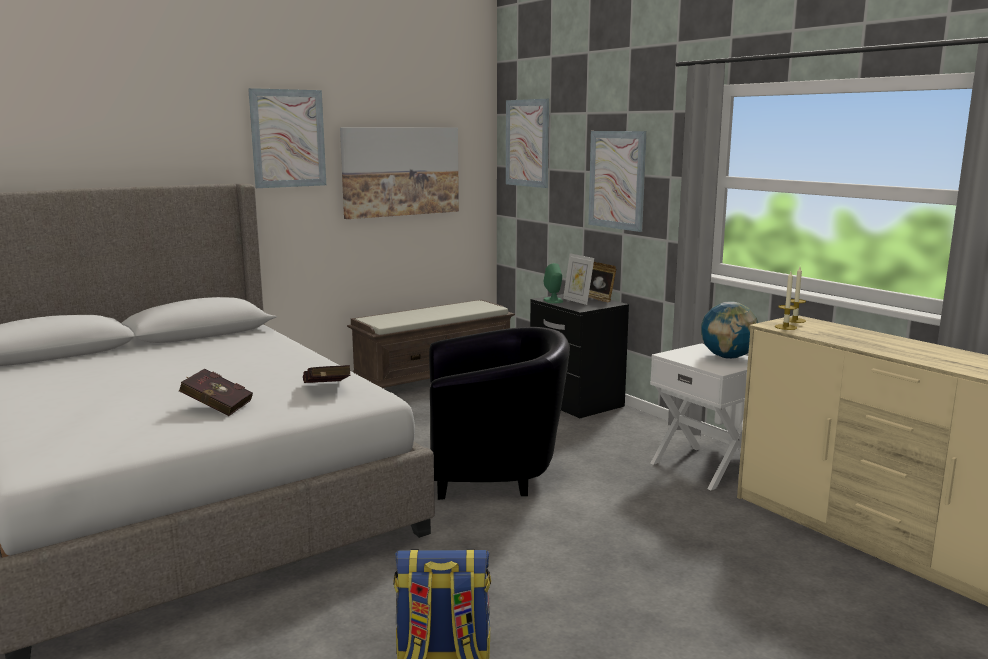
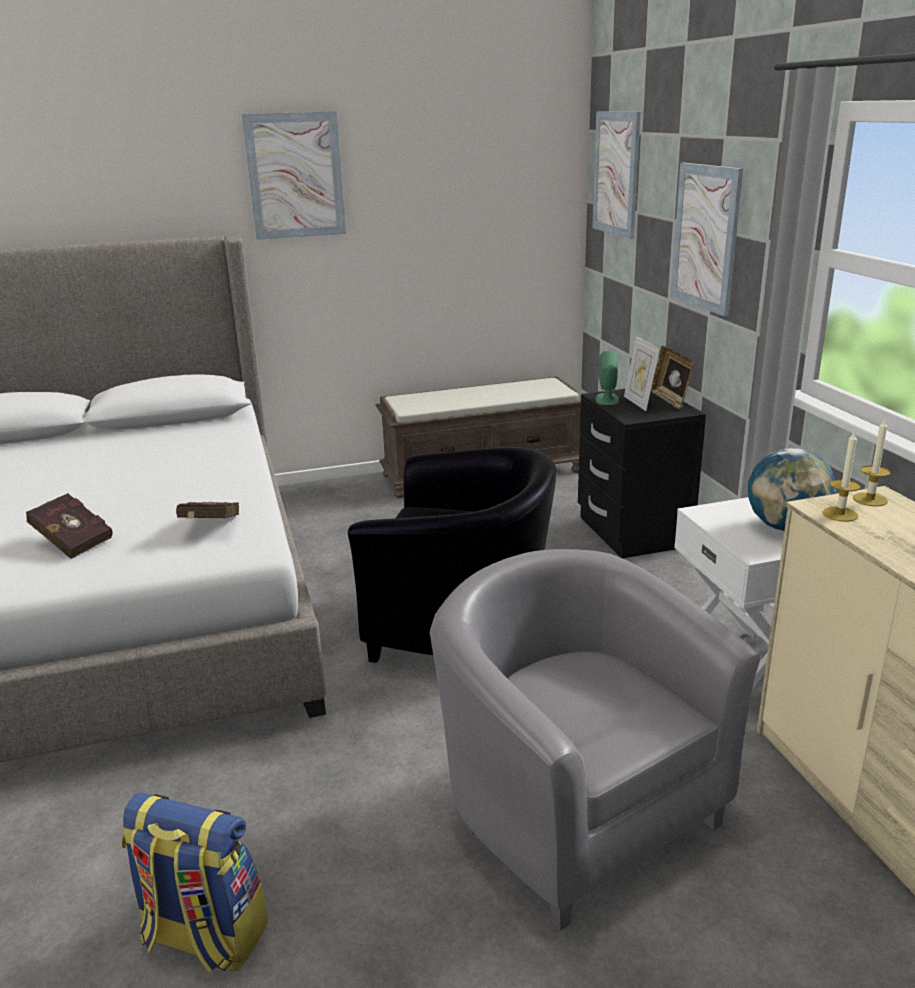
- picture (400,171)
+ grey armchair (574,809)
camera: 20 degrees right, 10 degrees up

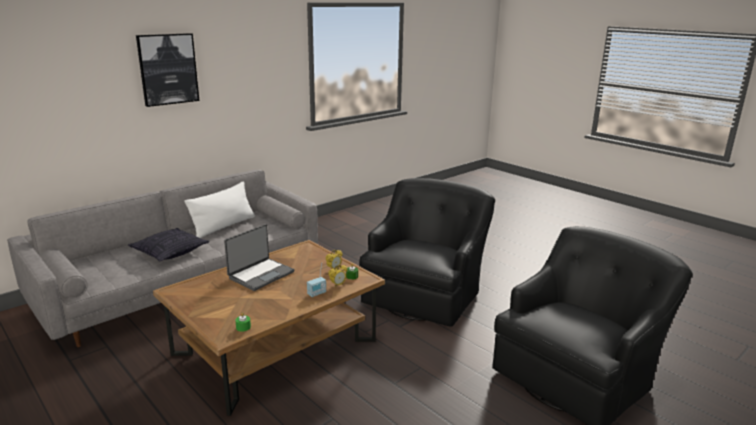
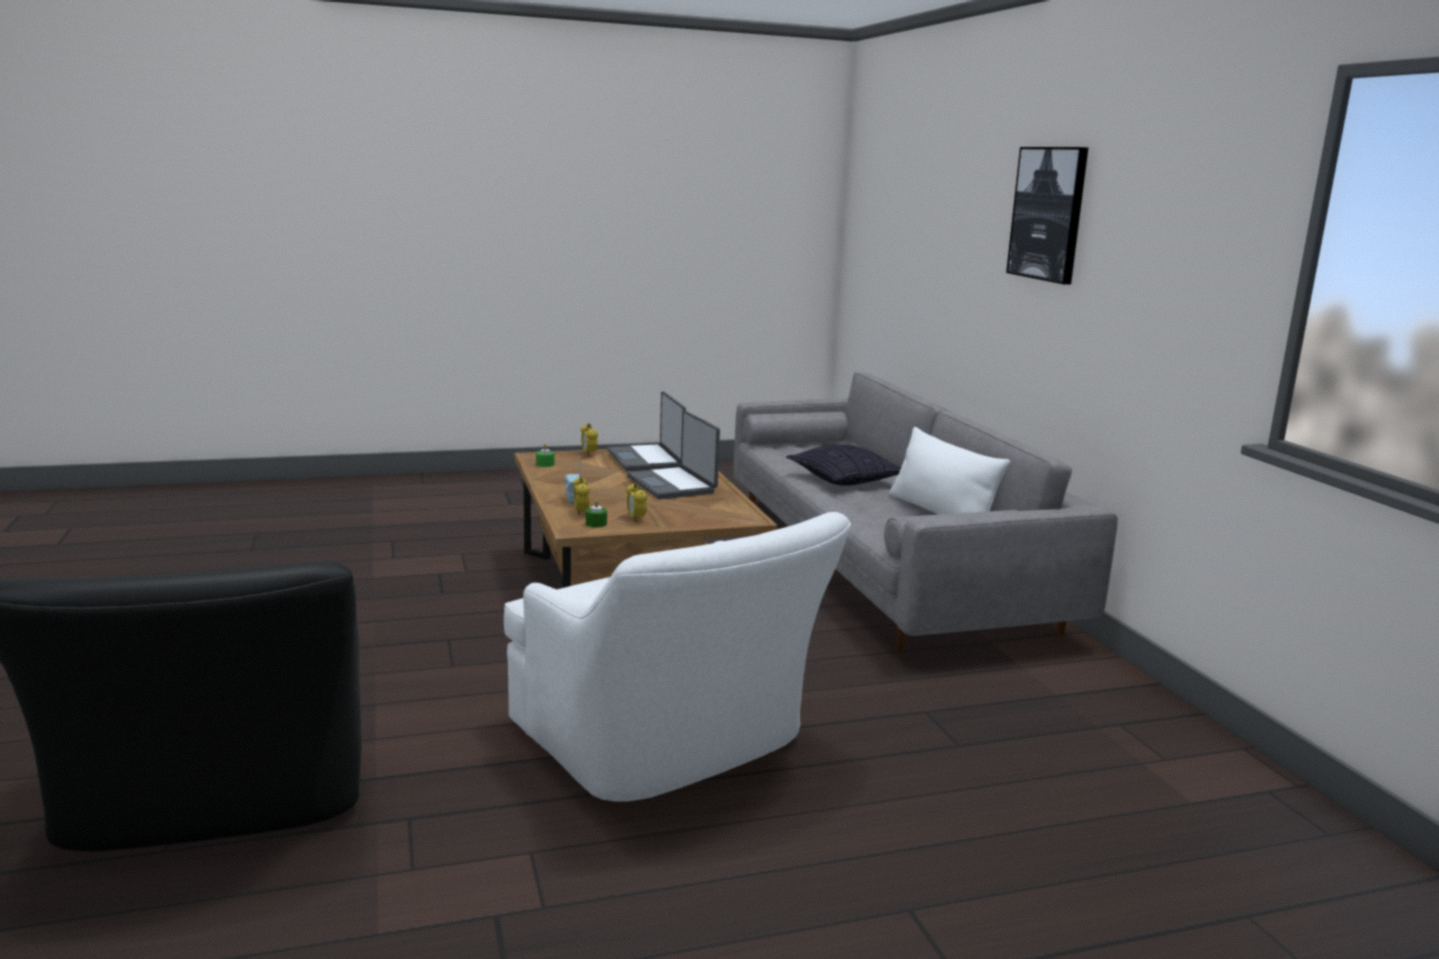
~ black armchair (425,294) to white armchair (670,744)
+ alarm clock (589,454)
+ laptop (646,459)
camera: 115 degrees right, 5 degrees down

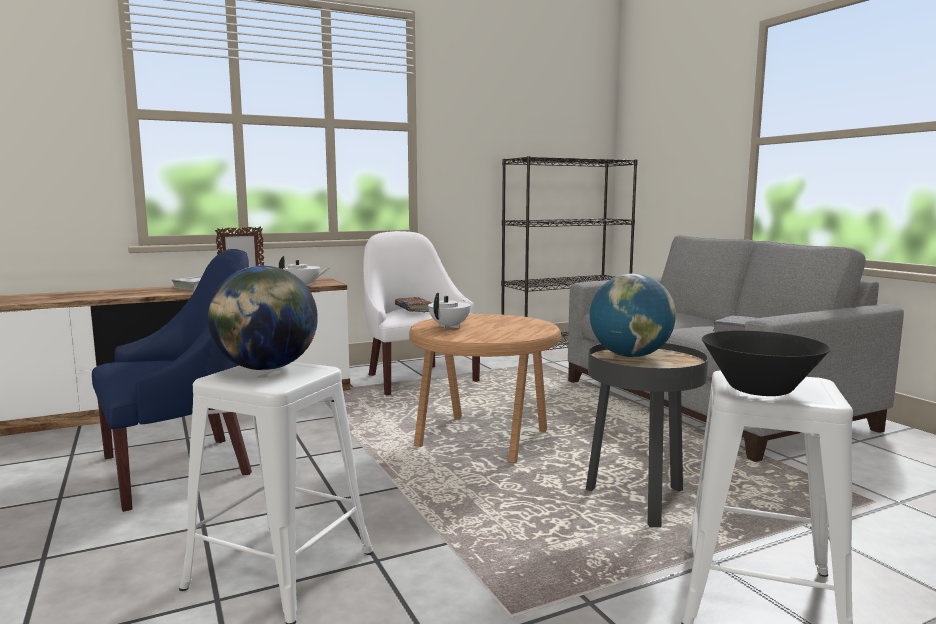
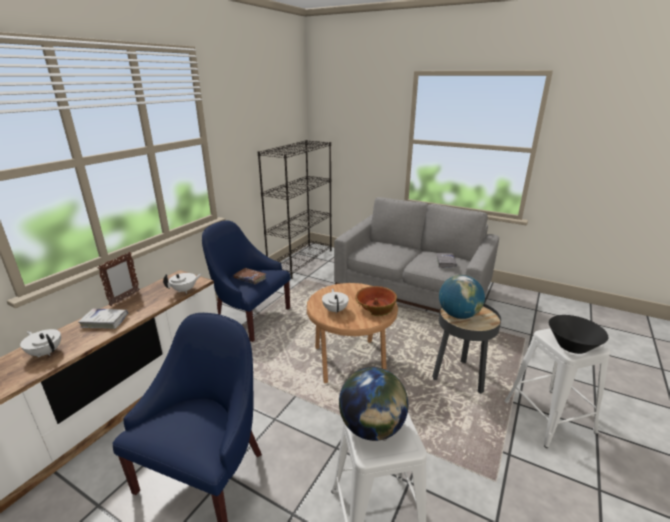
~ white armchair (416,378) to blue armchair (250,317)
+ white teapot (46,352)
+ bowl (375,306)
camera: 35 degrees left, 15 degrees up

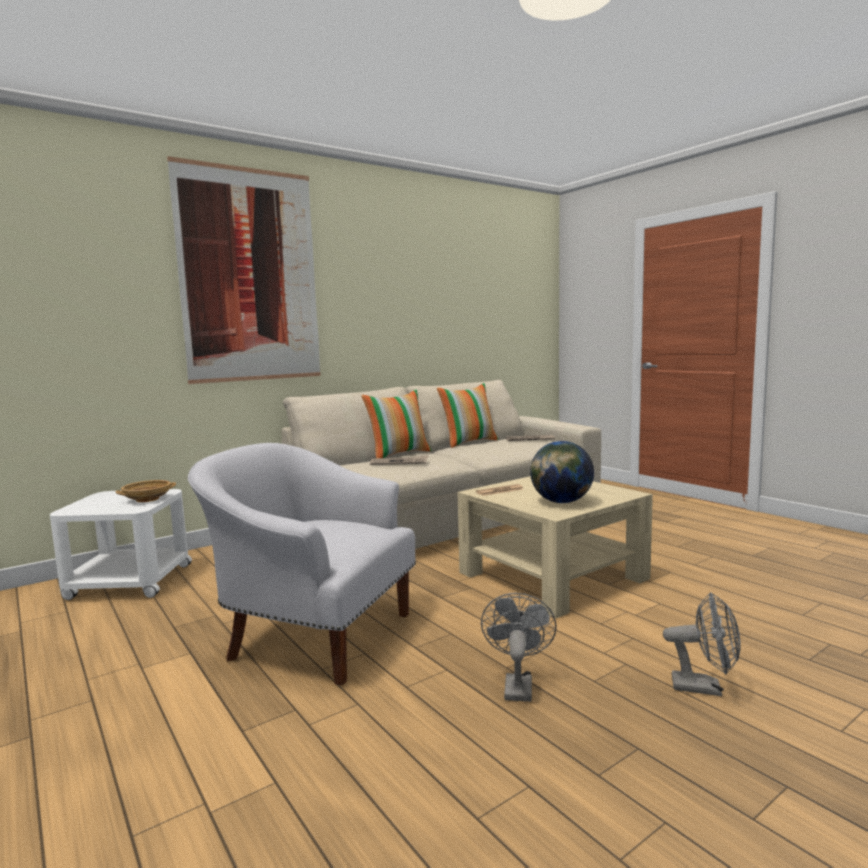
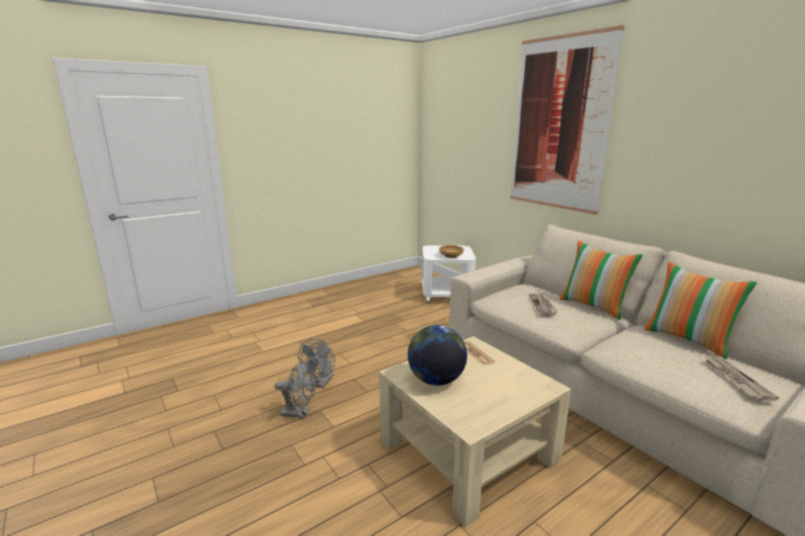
- white armchair (314,635)
~ grey fan (704,687) to (321,383)
camera: 90 degrees right, 10 degrees up

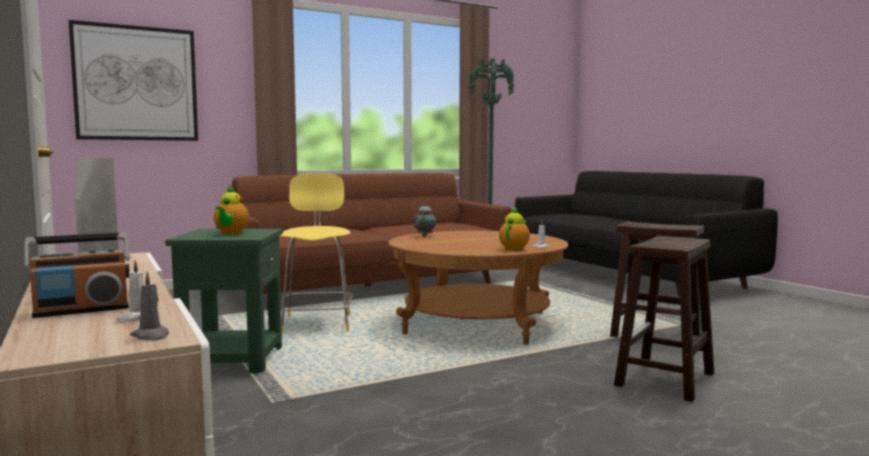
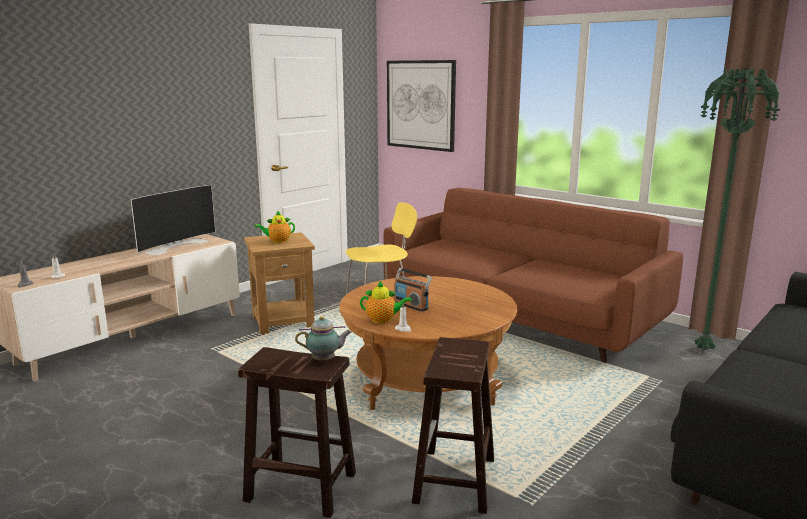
~ radio (82,310) to (411,305)
~ green side table (233,359) to brown side table (283,321)
~ teapot (425,235) to (325,360)
camera: 70 degrees right, 10 degrees up

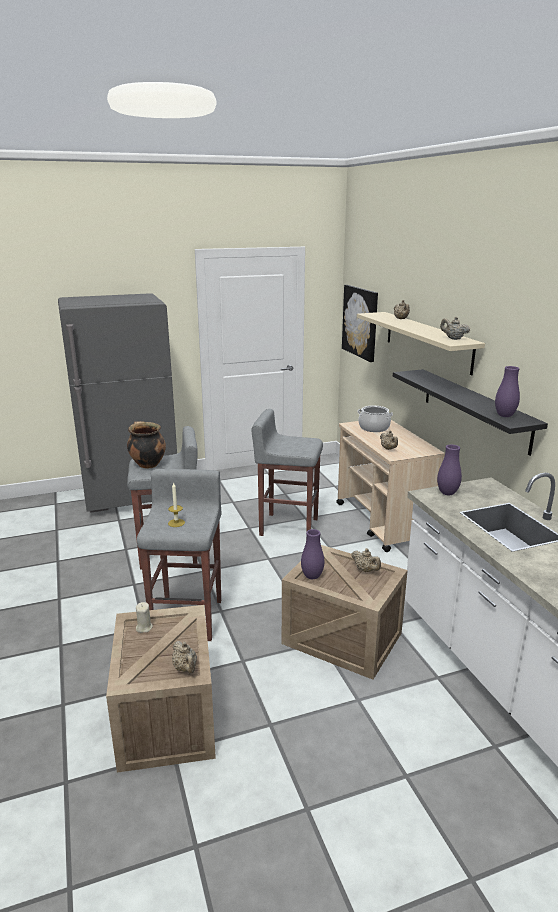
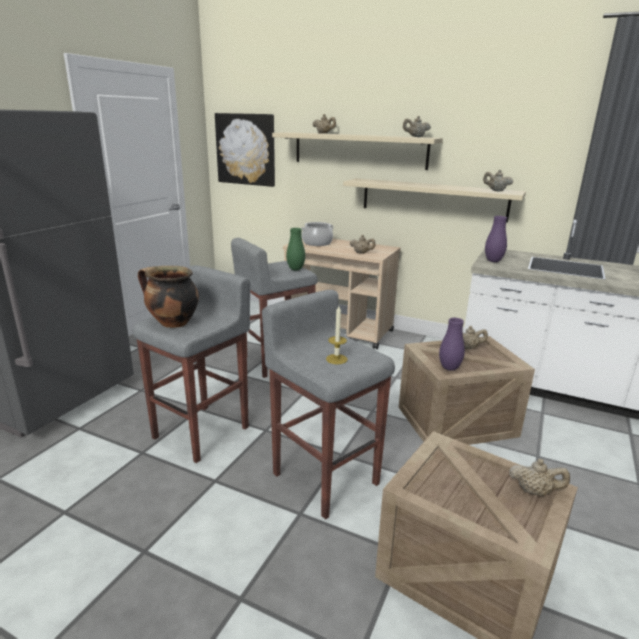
- beige candle (144,627)
~ black shelf (474,409) to beige shelf (433,199)
~ purple vase (504,416) to beige teapot (496,191)
+ green vase (295,269)
camera: 45 degrees left, 0 degrees up

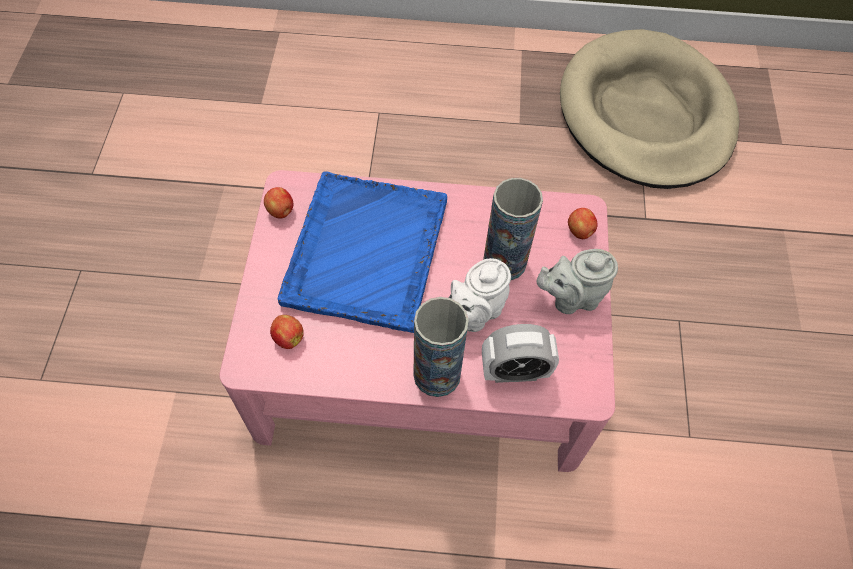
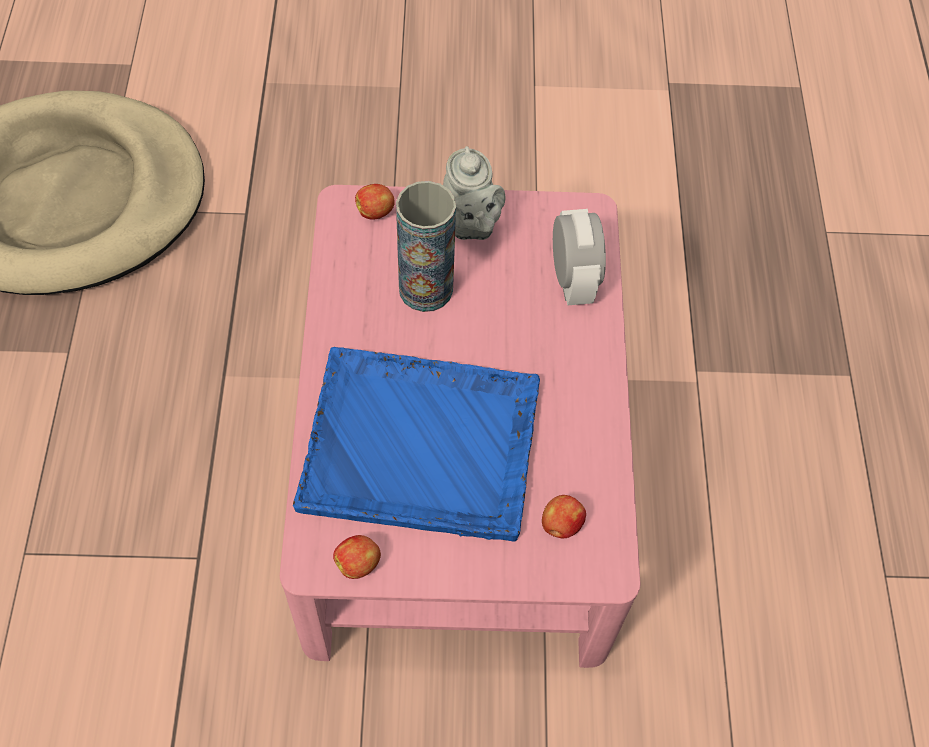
- vase (437,374)
- white teapot (474,313)
camera: 95 degrees left, 0 degrees up

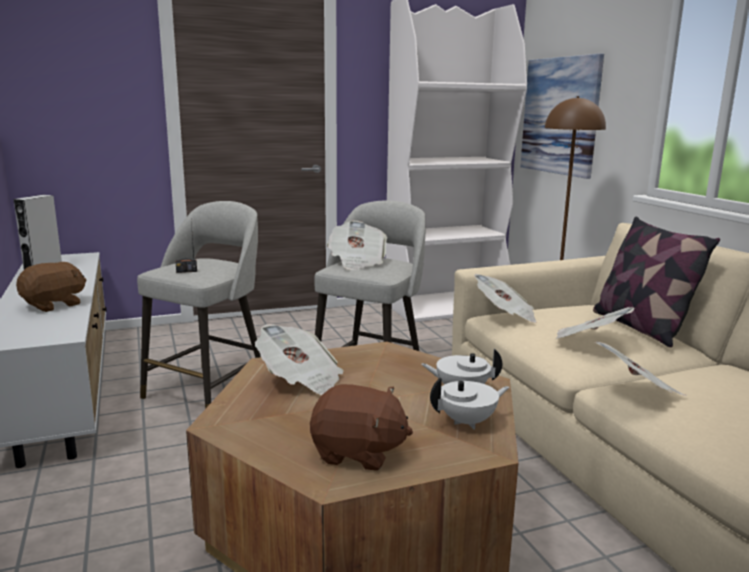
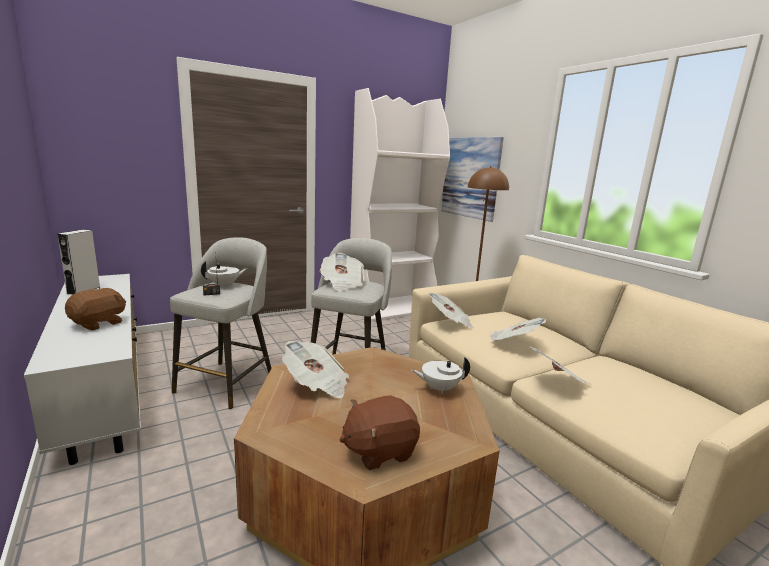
~ brown plush toy (358,453) = (379,450) 150 degrees clockwise
~ white teapot (468,422) to (224,285)
- pillow (640,327)
camera: 10 degrees left, 0 degrees up

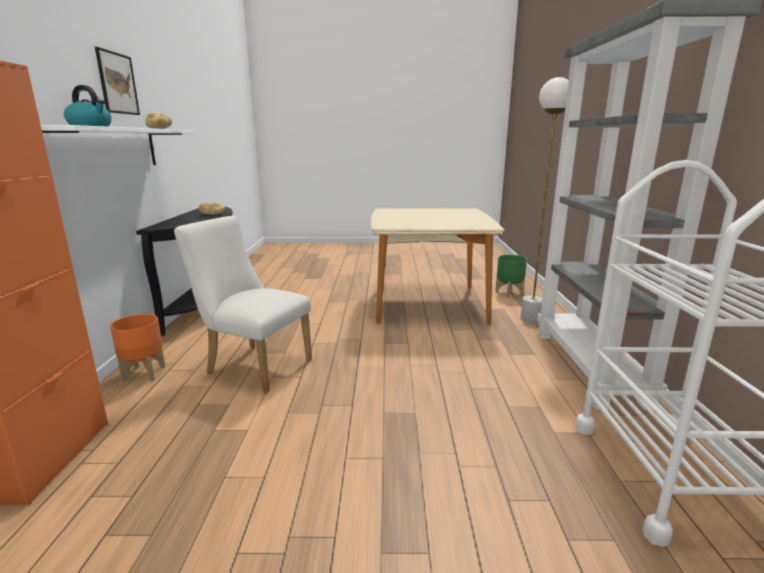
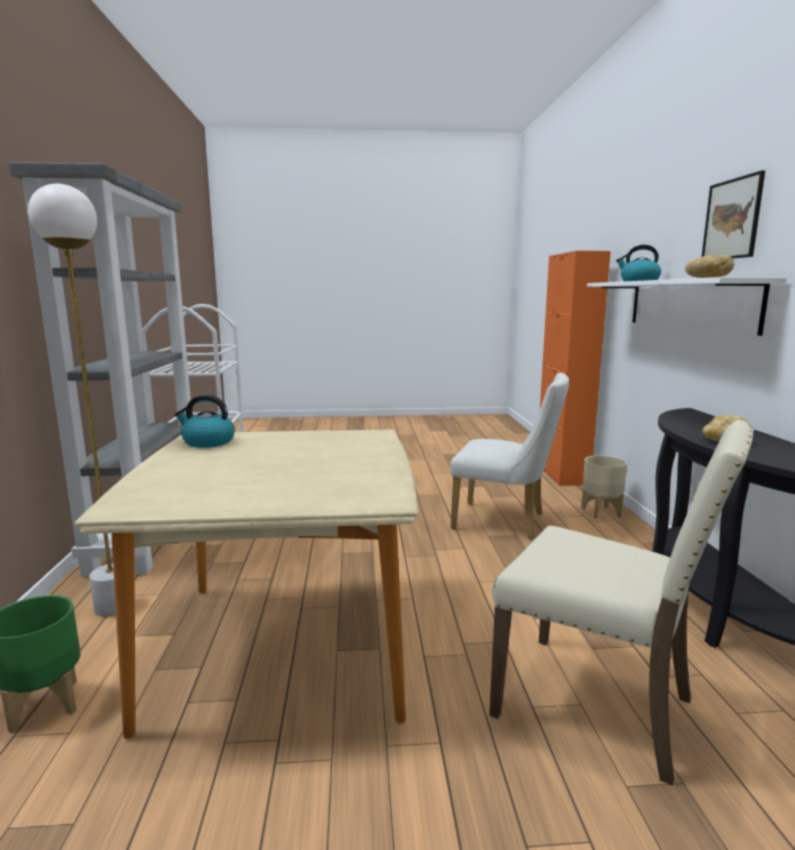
~ orange planter (143,373) to beige planter (601,512)
+ kettle (207,442)
+ beige chair (599,705)
camera: 175 degrees right, 5 degrees down

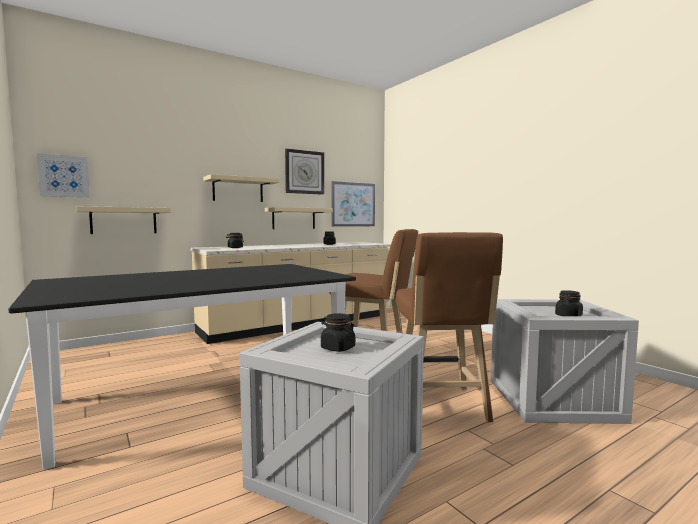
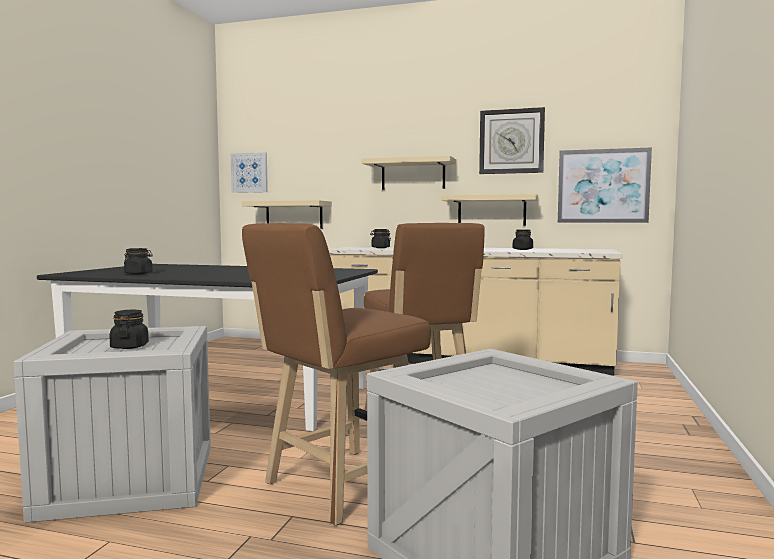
~ black jar (568,316) to (139,273)
camera: 50 degrees right, 0 degrees up

